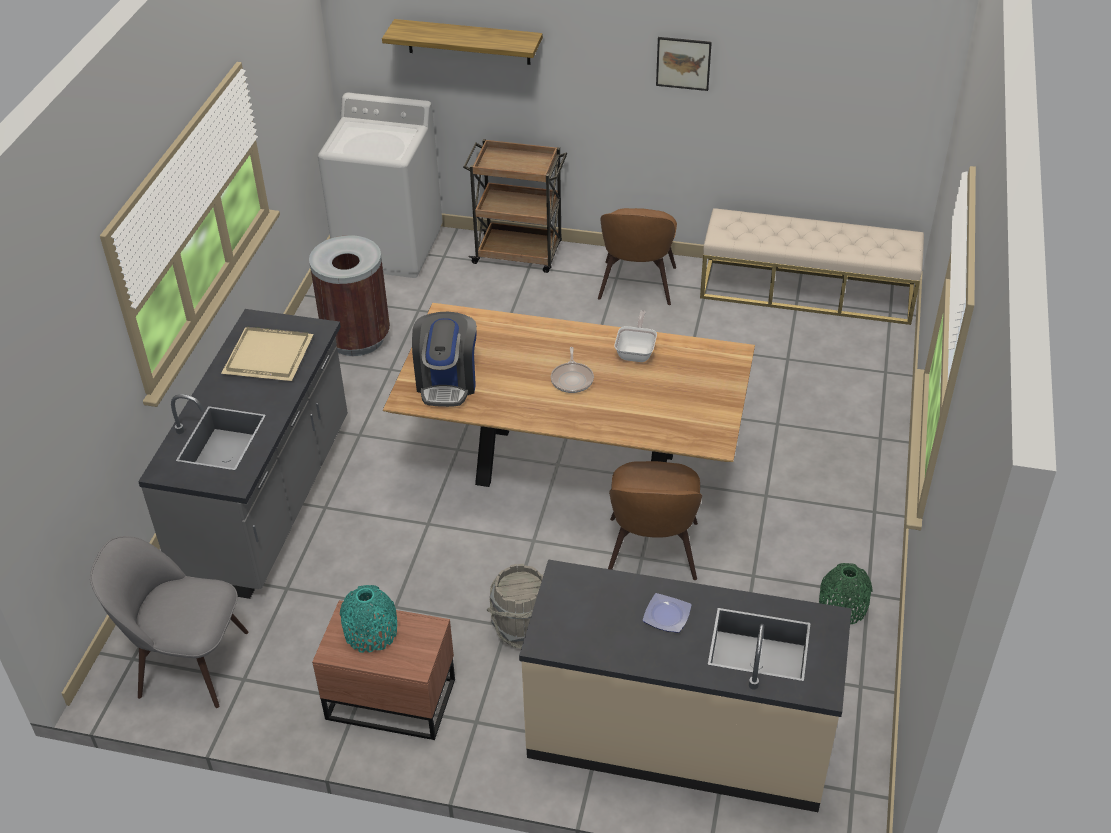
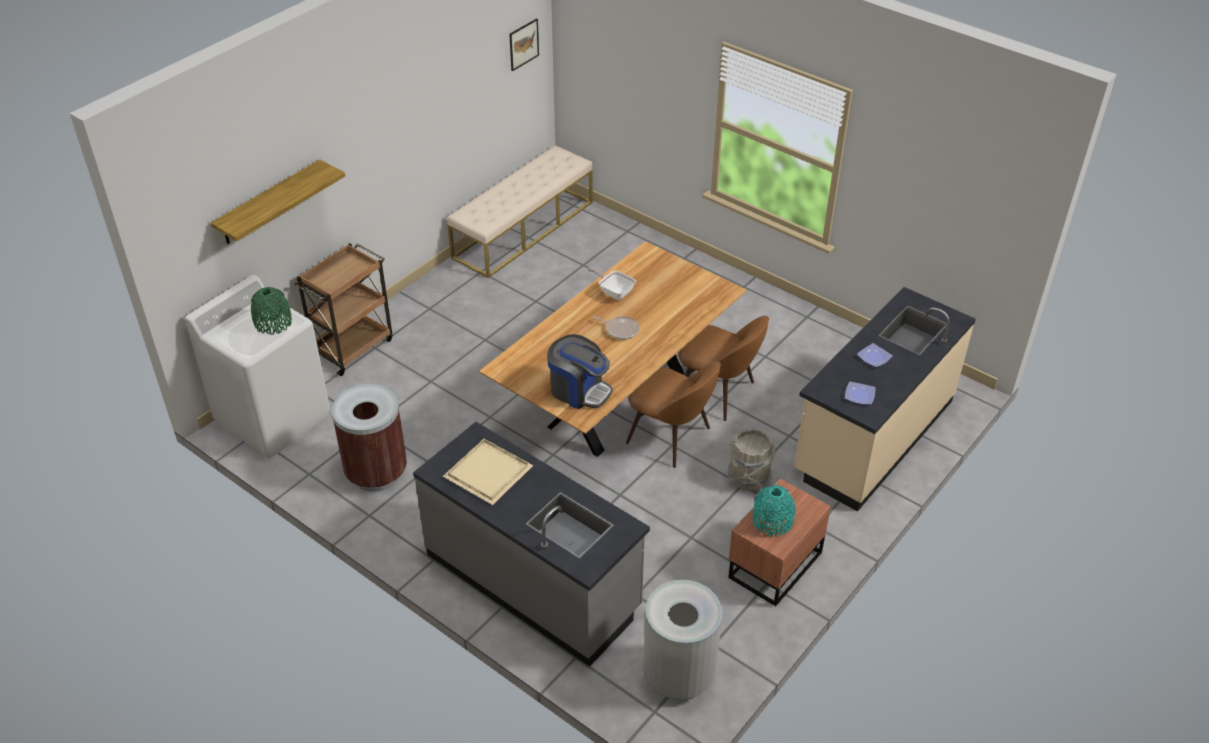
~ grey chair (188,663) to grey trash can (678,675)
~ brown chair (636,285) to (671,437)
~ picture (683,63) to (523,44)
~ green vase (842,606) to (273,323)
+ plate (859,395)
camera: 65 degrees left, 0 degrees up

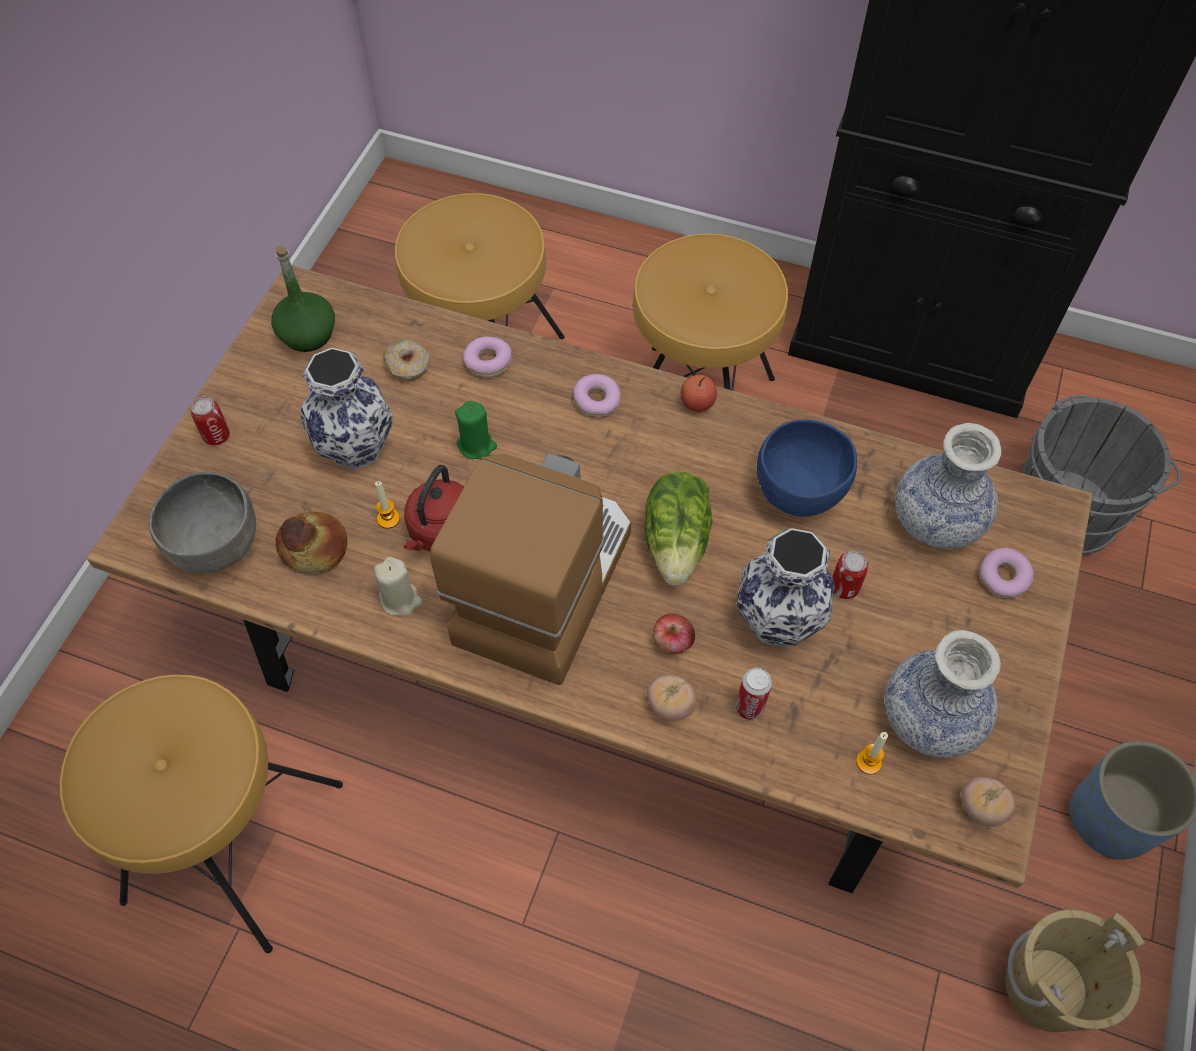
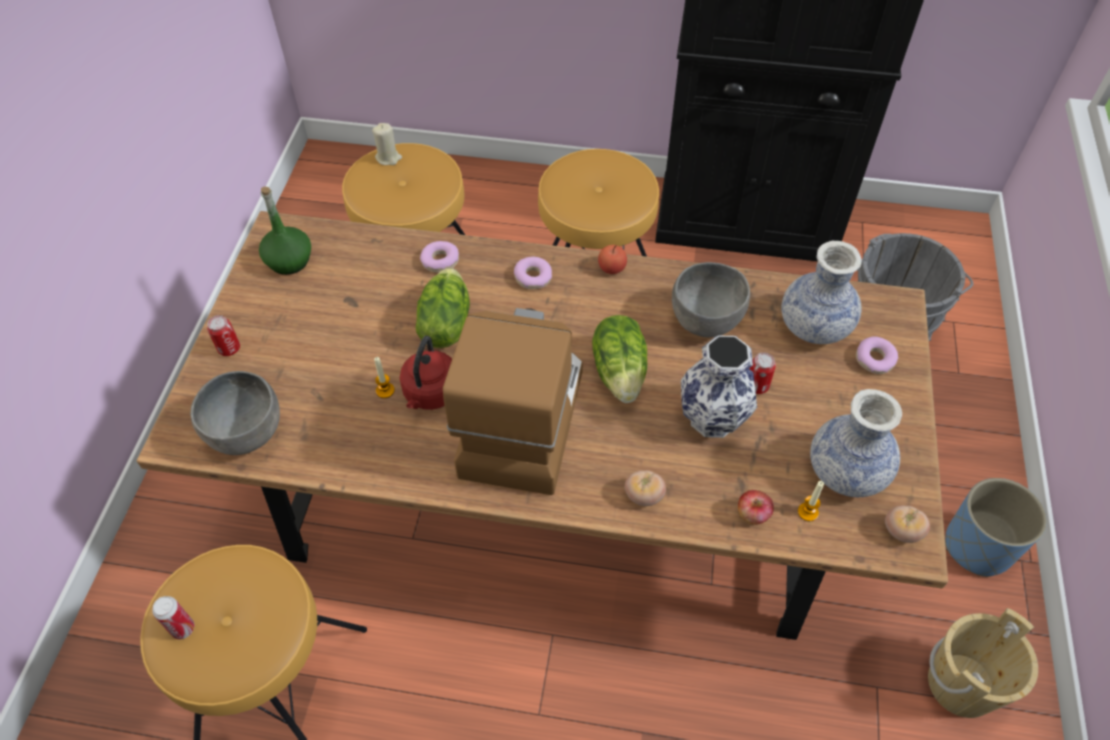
- bread (314,547)
- vase (357,447)
~ beige candle (400,599) to (388,158)
- donut (408,365)
~ green candle (476,445) to lettuce (445,324)
~ apple (672,642) to (753,514)
~ can (749,707) to (183,628)
~ blue bowl (799,492) to grey bowl (705,321)
camera: 10 degrees left, 5 degrees down

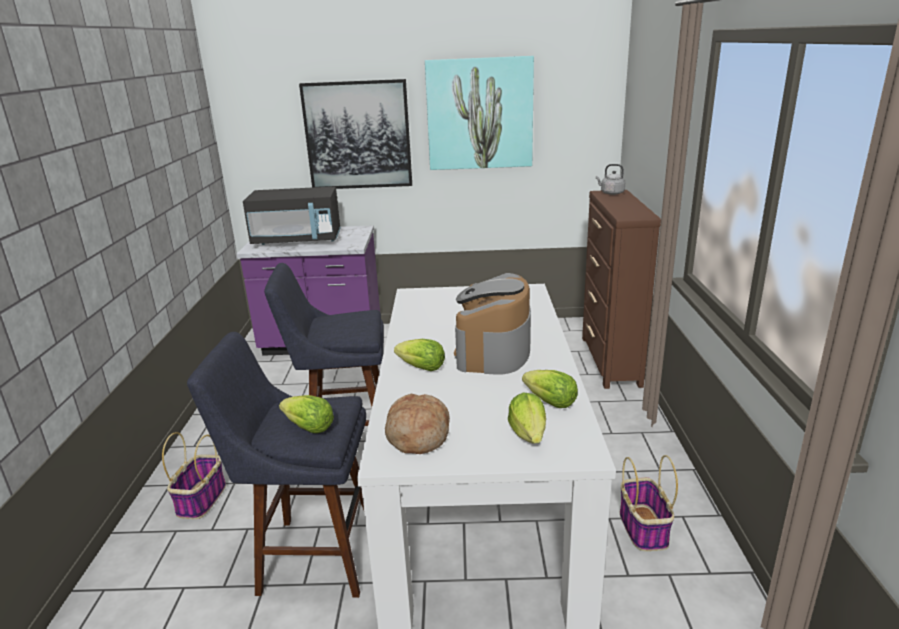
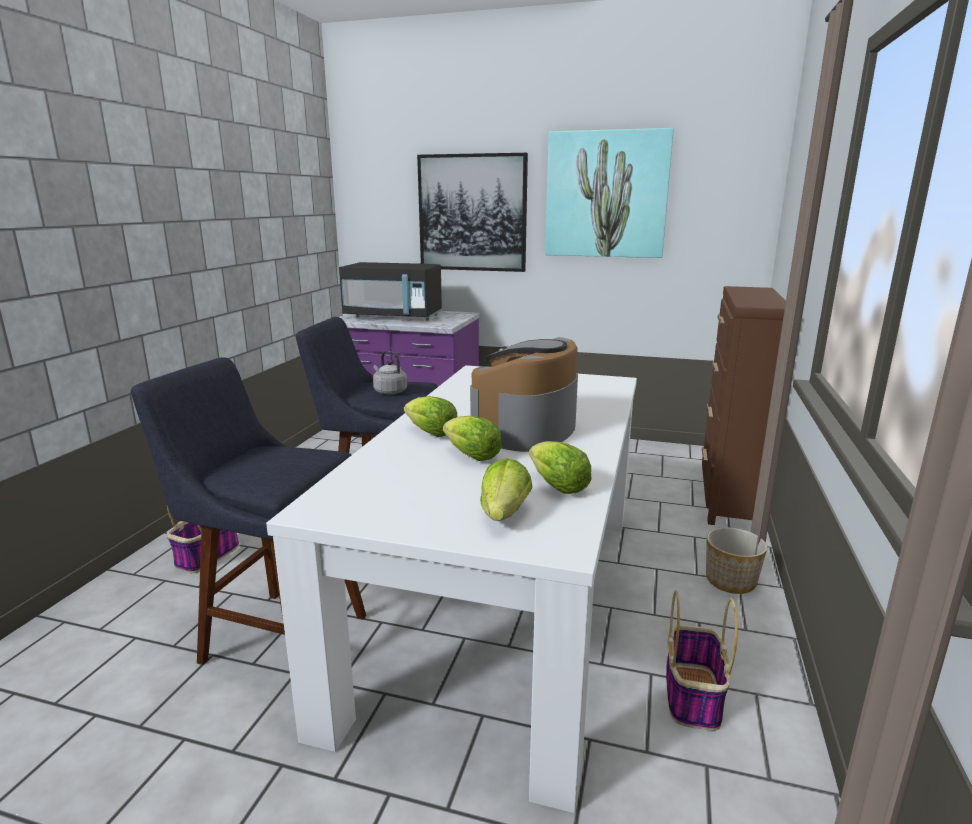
~ lettuce (309,428) to (472,456)
- bread (417,435)
~ grey kettle (611,193) to (389,391)
+ planter (731,581)
camera: 15 degrees right, 5 degrees down

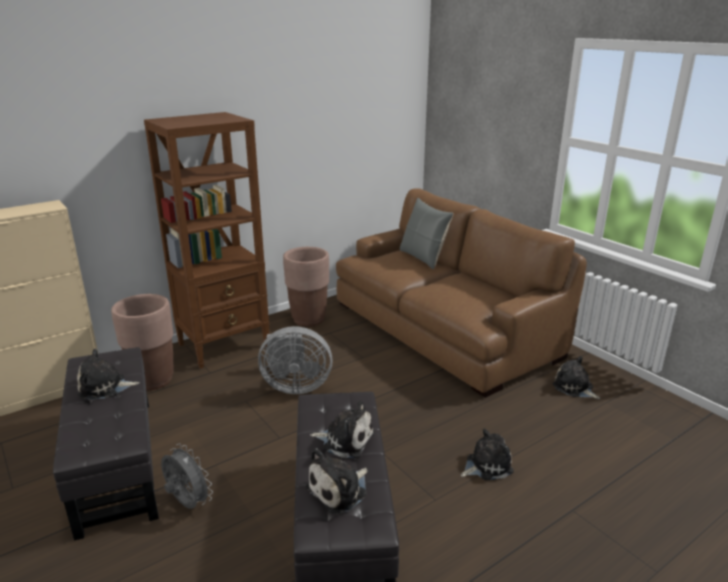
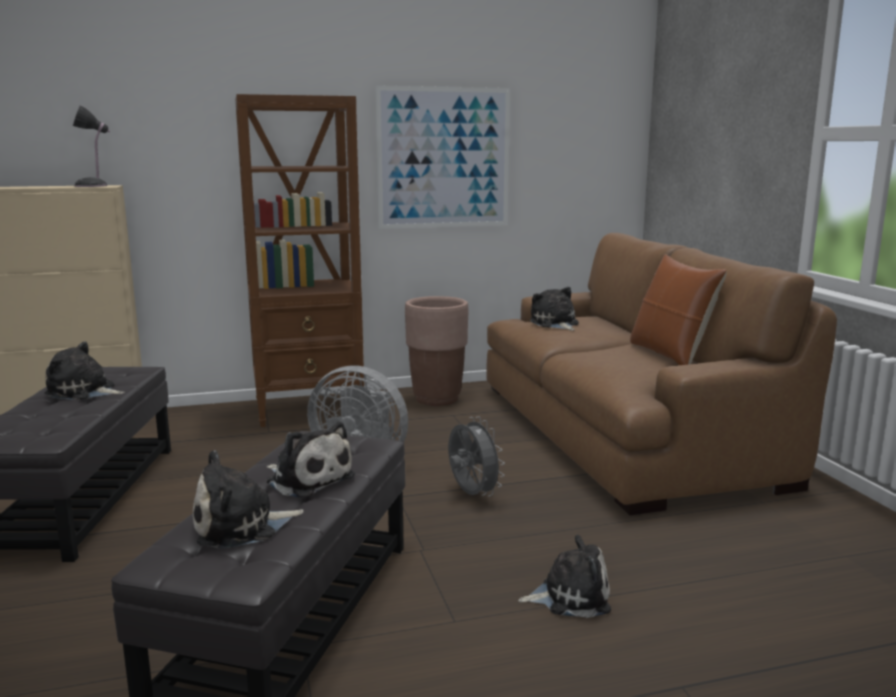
- brown planter (153,380)
~ grey fan (187,503) to (471,495)
- grey pillow (423,258)
~ plush toy (574,388) to (555,323)
+ table lamp (93,186)
+ picture (444,158)
+ brown pillow (670,354)
camera: 20 degrees right, 10 degrees down

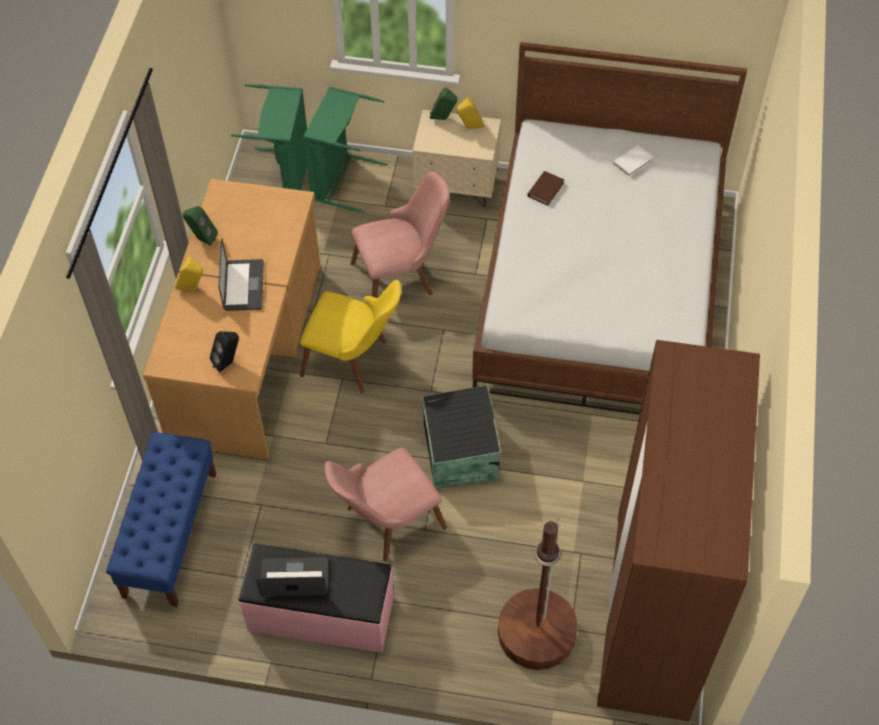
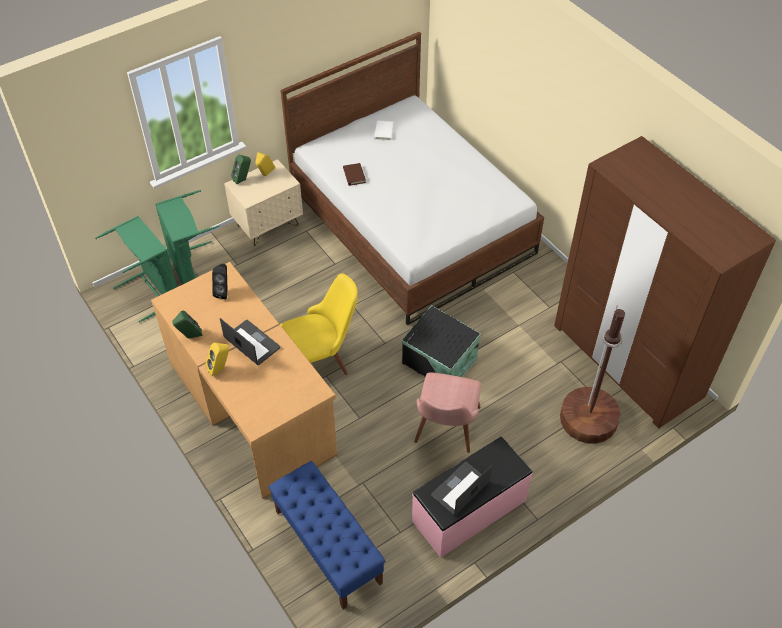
~ black speaker (228,362) to (224,291)
- pink chair (402,275)
camera: 45 degrees left, 5 degrees down

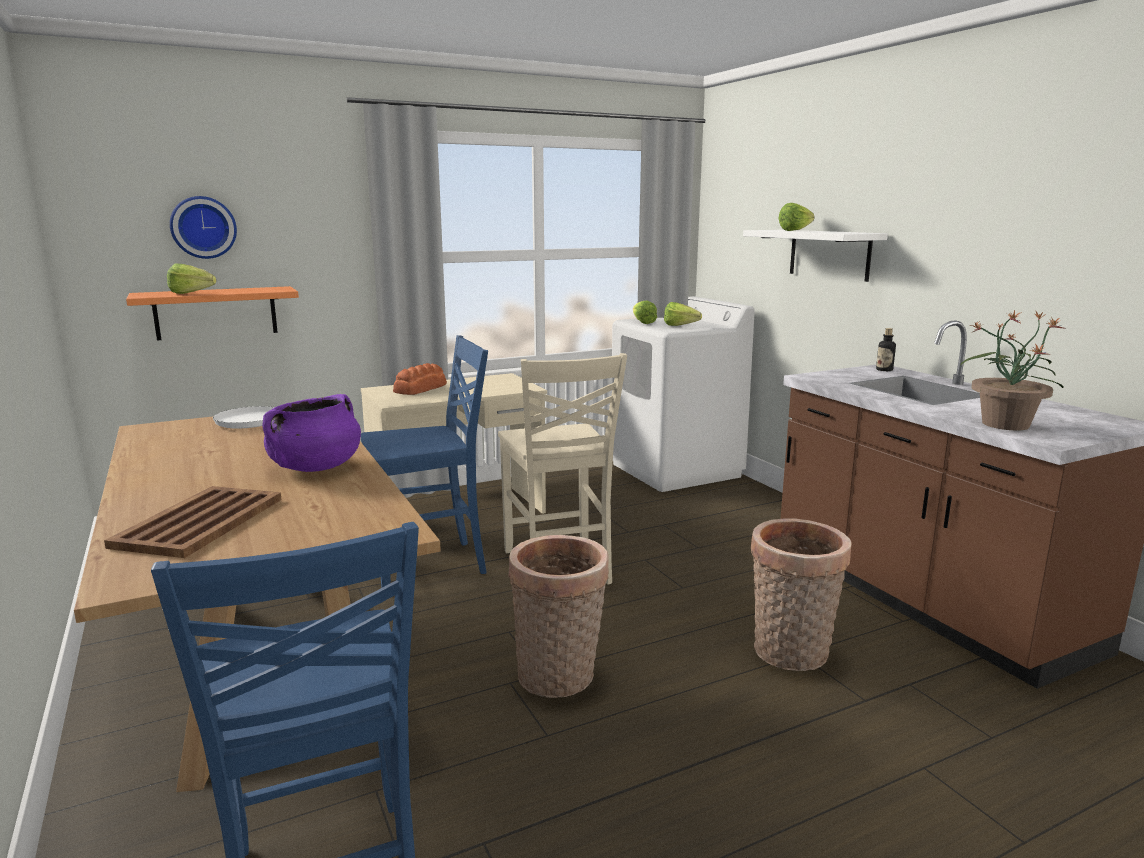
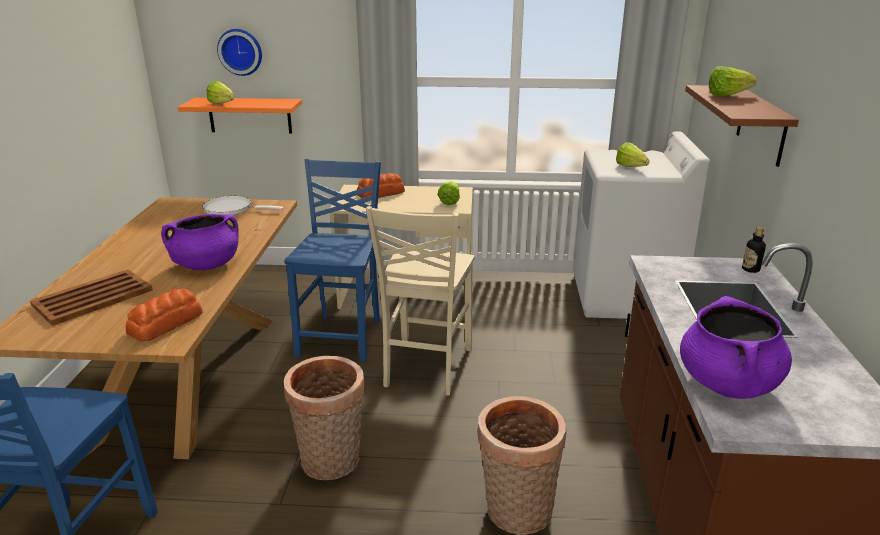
~ blue chair (430,565) = (342,337) 90 degrees counterclockwise
~ lettuce (642,322) to (451,200)
~ white shelf (829,254) to brown shelf (761,125)
~ potted plant (1004,424) to purple cooking pot (728,383)
+ bread (167,323)
camera: 30 degrees right, 10 degrees up

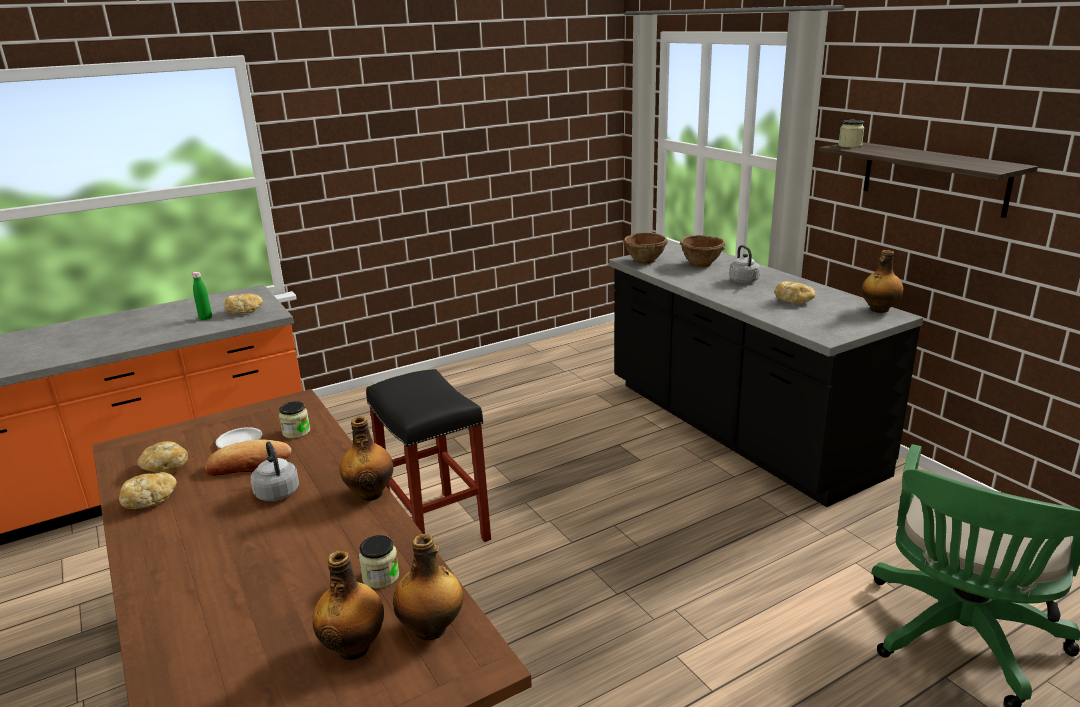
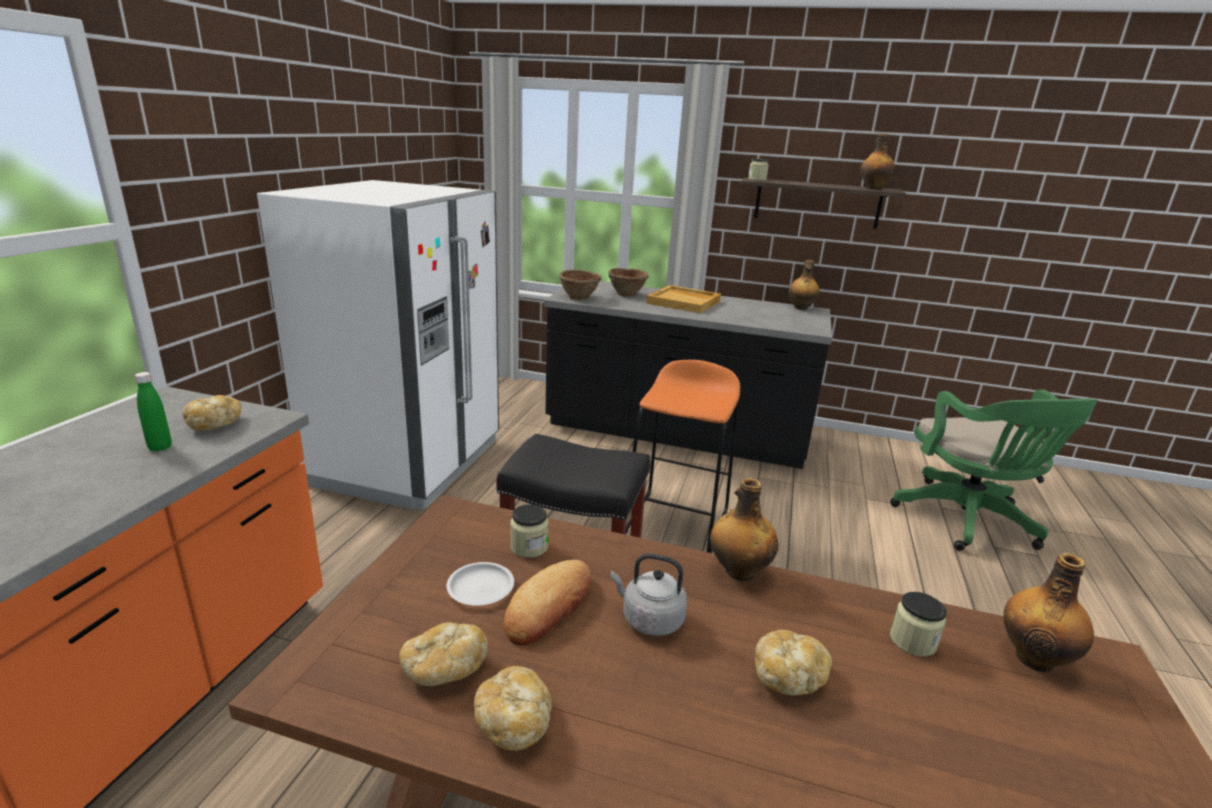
~ bottle (354,646) to (873,189)
~ grey kettle (744,281) to beige tray (684,302)
~ bread (794,301) to (788,676)
+ white fridge (408,462)
+ orange stool (677,523)
camera: 45 degrees left, 0 degrees up

